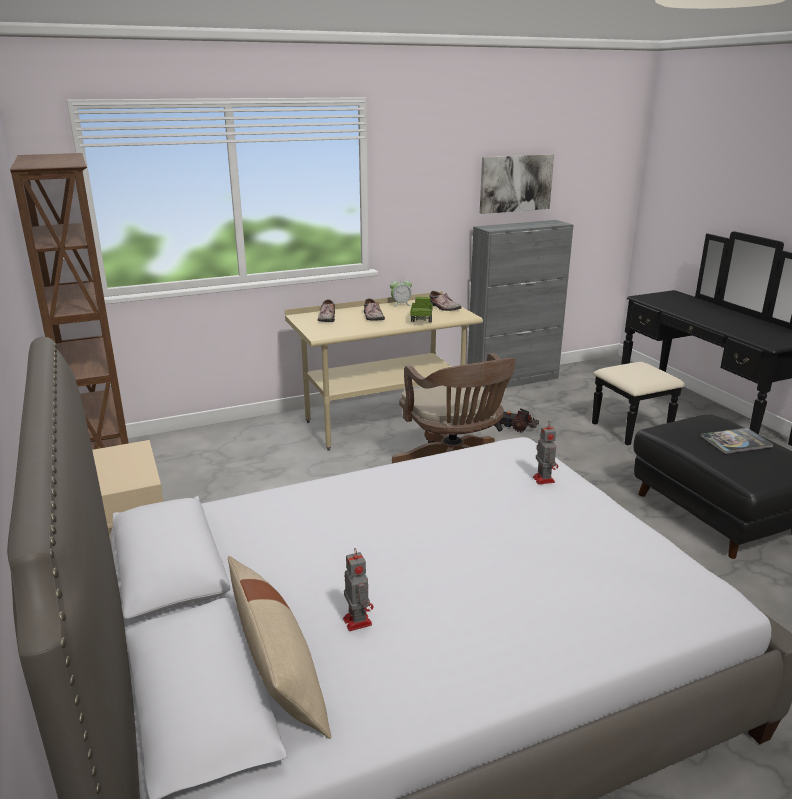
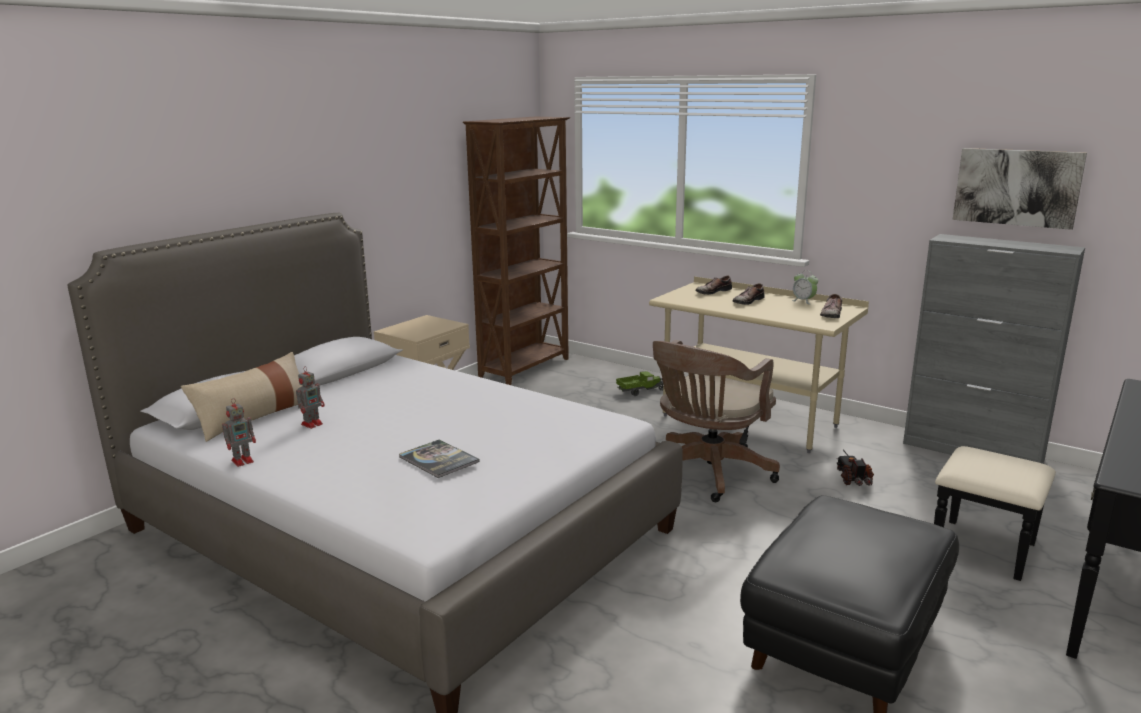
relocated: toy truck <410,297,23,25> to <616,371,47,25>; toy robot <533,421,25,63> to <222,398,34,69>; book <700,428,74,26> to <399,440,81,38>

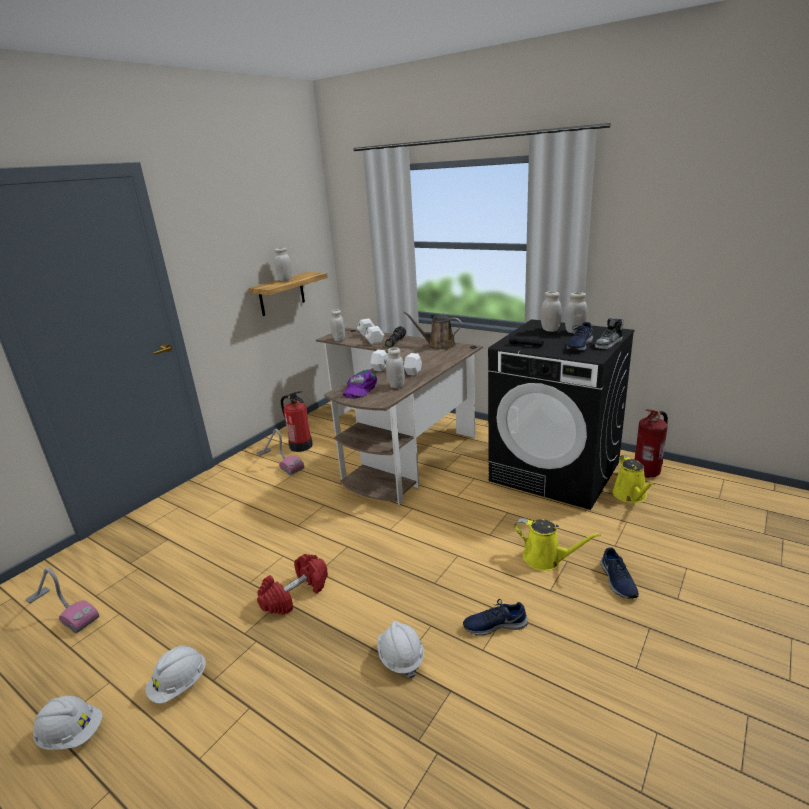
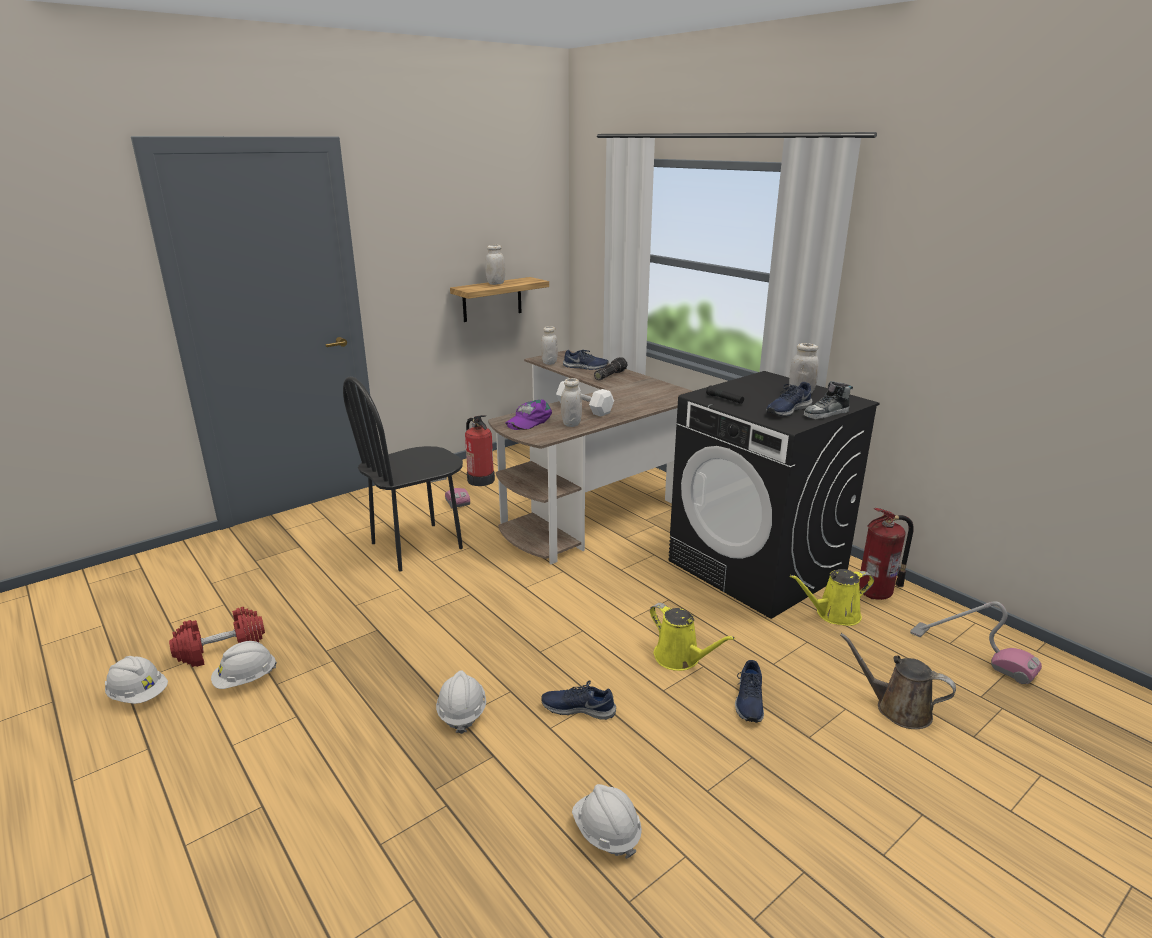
missing: jar (white) <541,291,21,41>
appeared: chair (black) <343,376,120,196>; hard hat (white) <572,784,70,75>
relocated: watering can (brown) <403,312,59,38> to <840,633,116,96>; dumbbell (red) <257,554,71,61> to <169,607,96,60>; vacuum cleaner <25,567,74,66> to <910,601,132,83>
exchanged: dumbbell (white) <357,319,27,26> to shoe (blue) <563,350,45,20>
spun: watering can (yellow) <612,455,43,48> = <790,569,84,57> 60 degrees clockwise

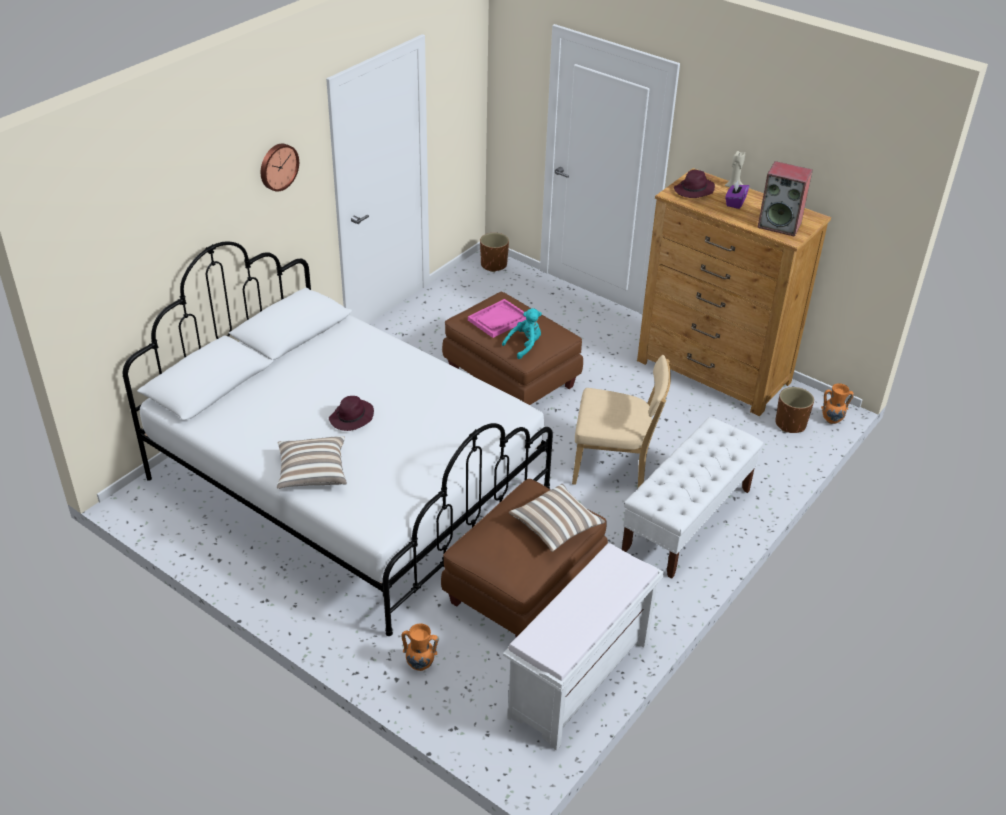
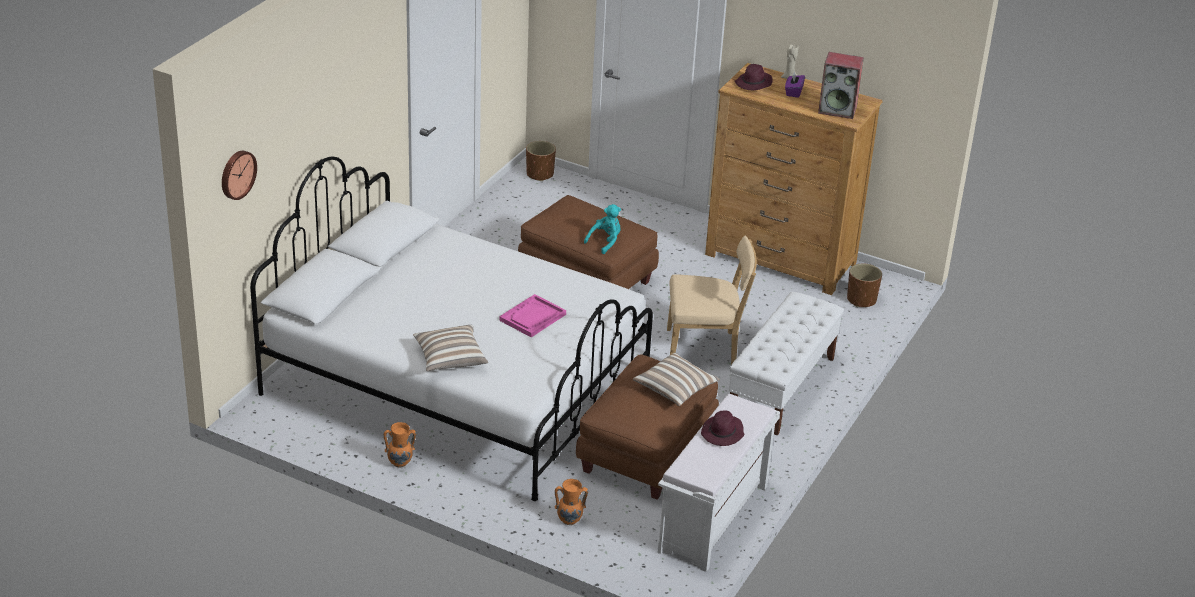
relocated: wall clock <261,144,38,47> to <222,151,35,49>; tray (pink) <468,299,59,39> to <499,294,67,43>; vase (orange) <821,383,33,41> to <384,422,32,45>; hat (purple) <329,396,45,35> to <701,410,43,36>

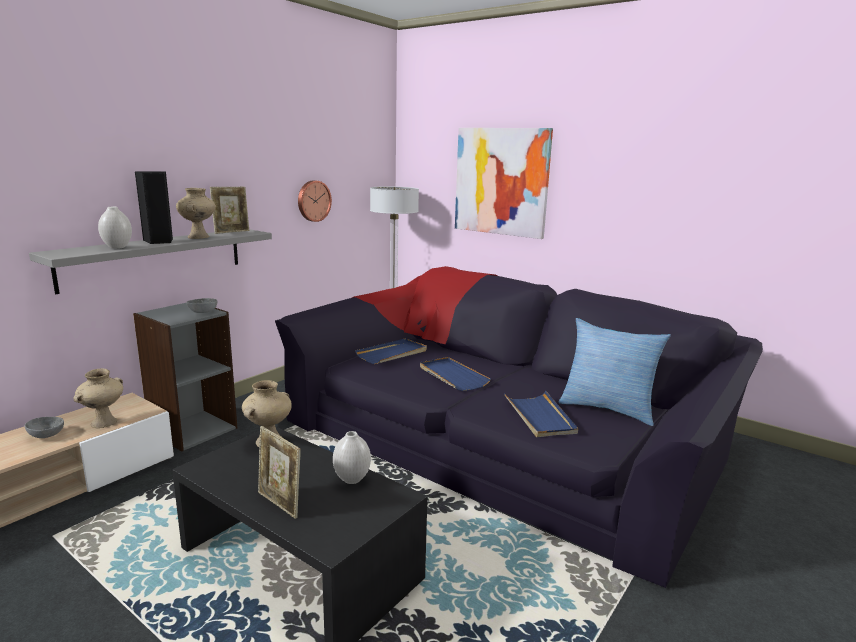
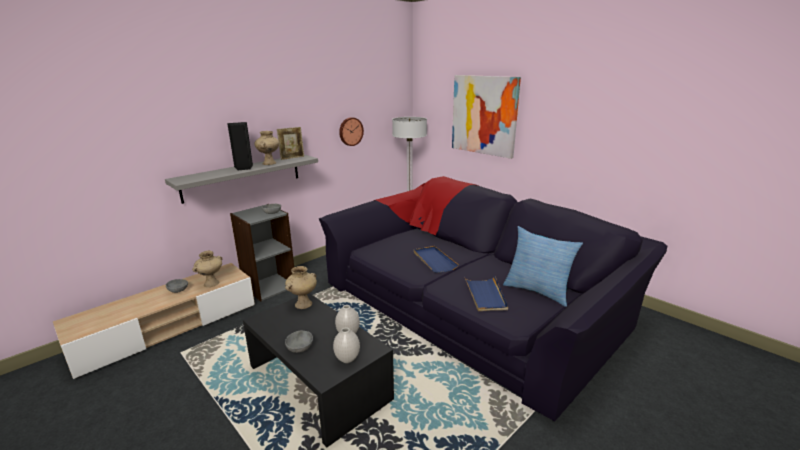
missing: tray (blue) <355,338,72,26>
relocated: vase (white) <98,207,34,42> to <333,328,27,35>
exchanged: picture frame <258,426,43,93> to bowl (grey) <285,331,28,22>

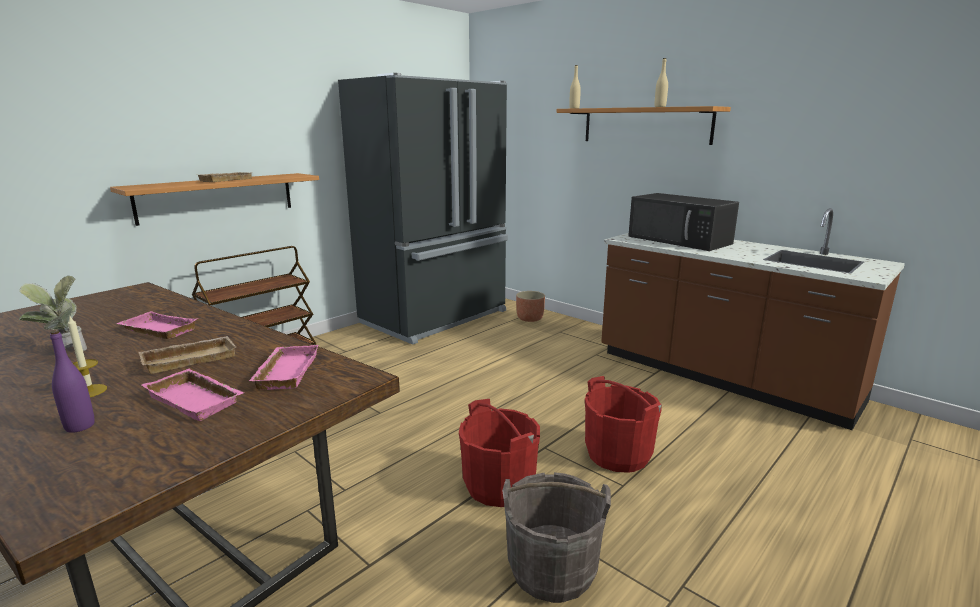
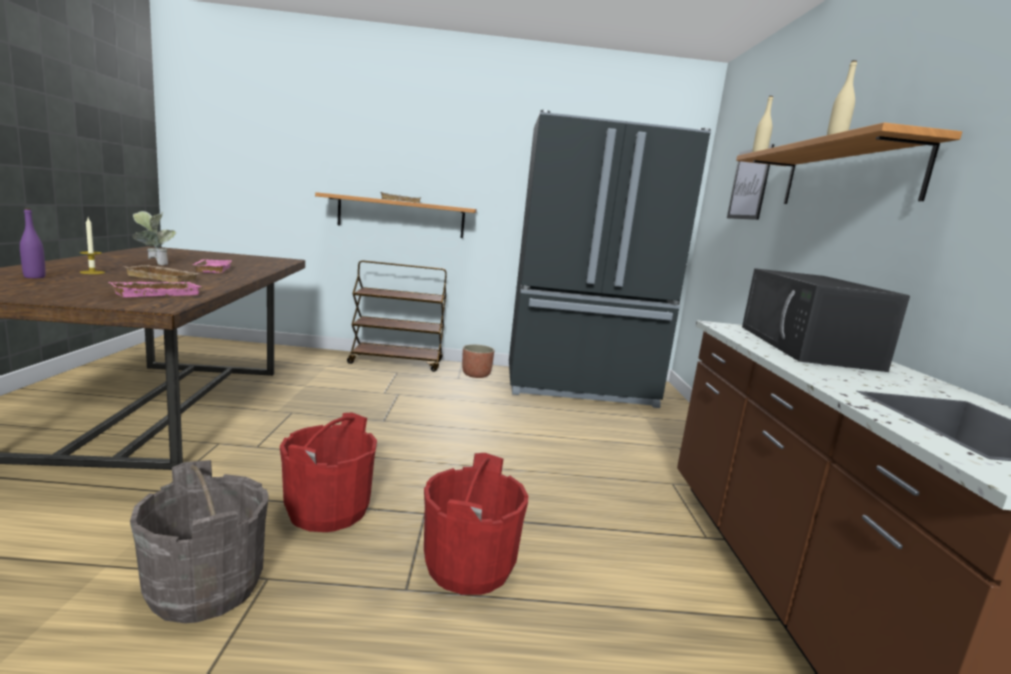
missing: tray (pink) <142,369,103,52>
appeared: picture <727,144,47,76>
relocated: planter <516,291,29,31> to <462,344,33,34>

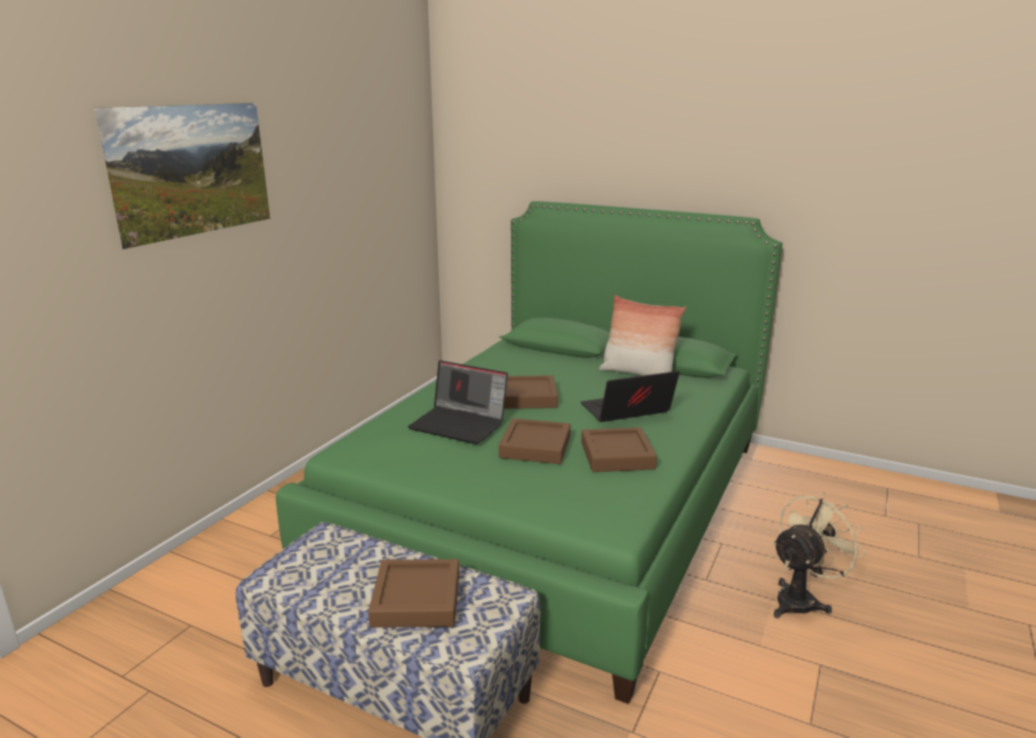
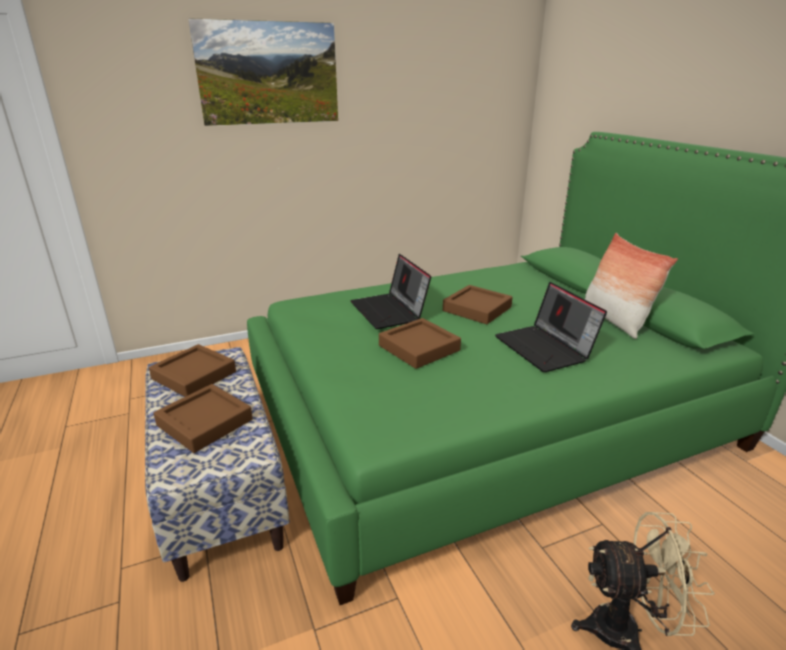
relocated: tray (brown) <581,427,76,45> to <149,344,87,53>
spun: laptop <581,371,98,51> = <495,282,112,90> 135 degrees counterclockwise

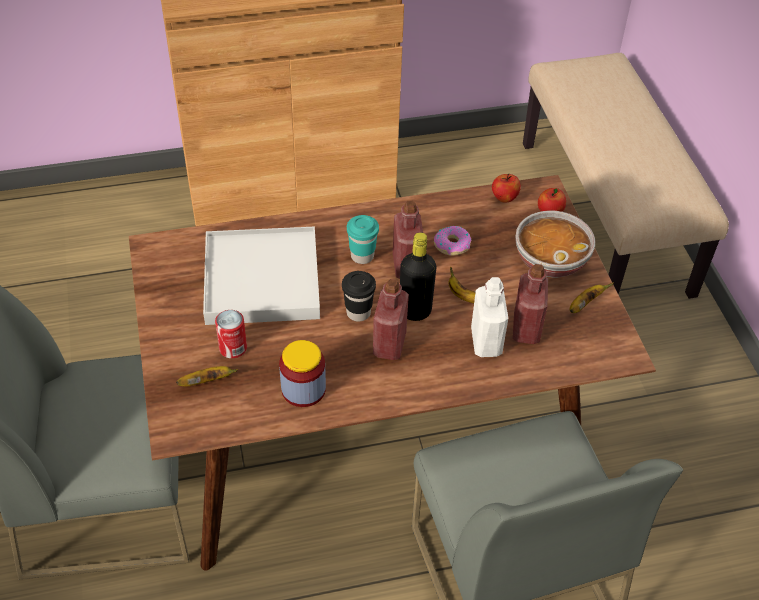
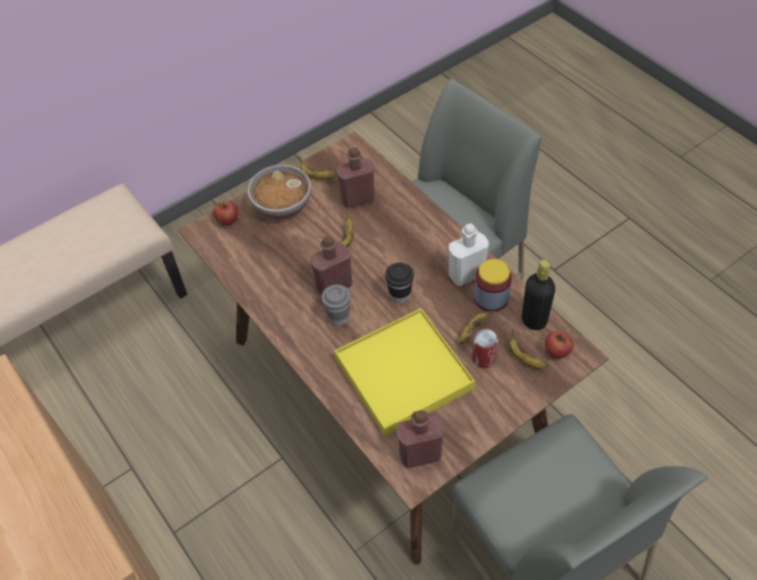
missing: donut <434,226,37,30>
appeared: banana <459,310,35,34>
relocated: apple <492,174,29,29> to <545,331,28,28>; bottle (black) <400,232,37,89> to <522,260,33,70>; bottle (white) <471,277,37,80> to <449,224,40,62>; bottle (red) <373,279,36,81> to <396,410,48,58>
colour: cup (turquoise) <347,215,32,49> to cup (grey) <322,284,29,42>; tray (white) <203,227,117,98> to tray (yellow) <335,308,140,128>

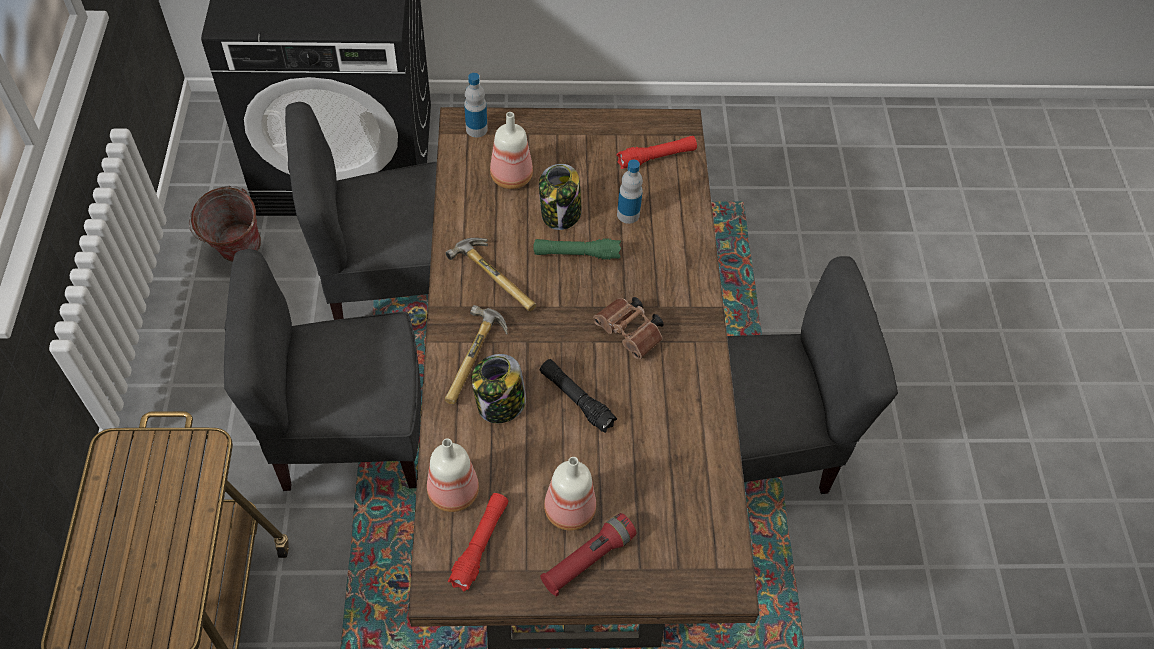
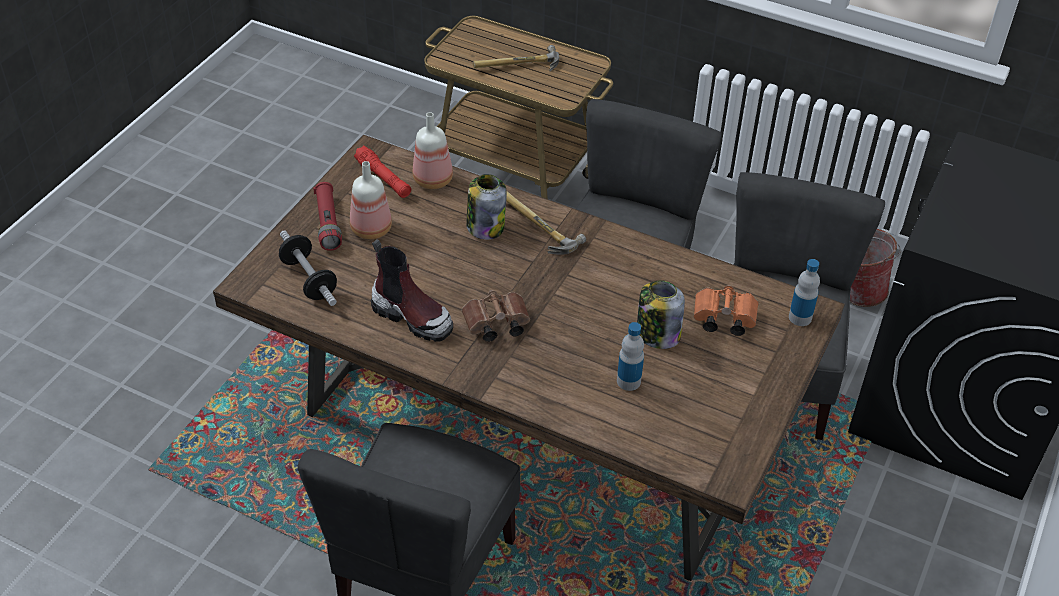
missing: flashlight (red) <617,136,80,33>; flashlight (green) <533,238,88,22>; flashlight (black) <540,359,77,74>
appeared: dumbbell <279,230,58,76>; boot <371,240,82,102>
relocated: hammer <446,238,90,73> to <473,45,86,26>
exchanged: bottle <490,112,43,77> to binoculars (orange) <694,285,64,51>

